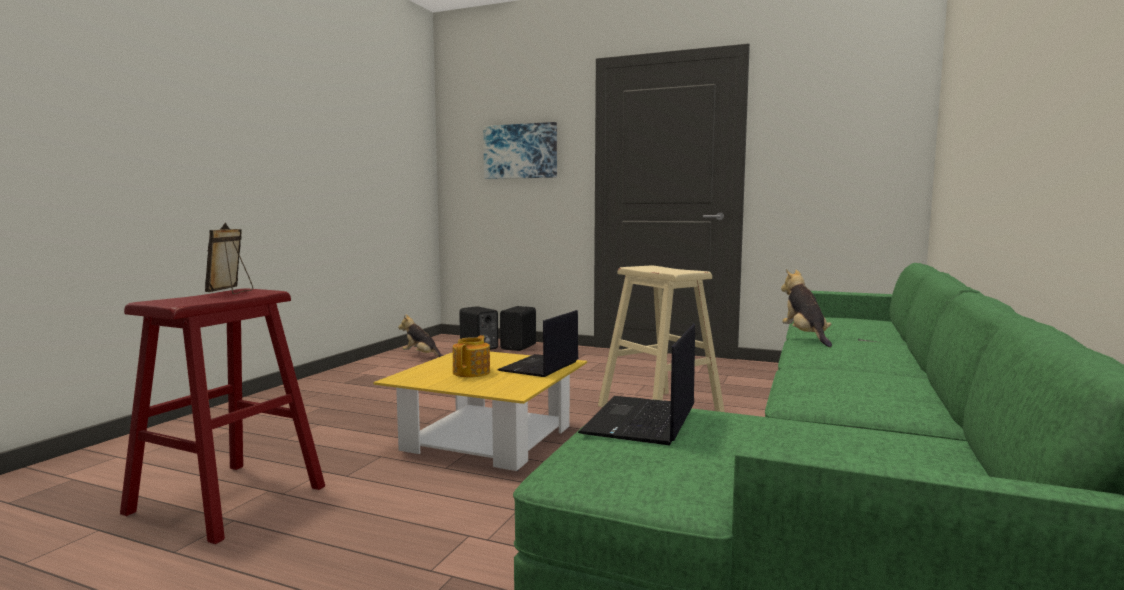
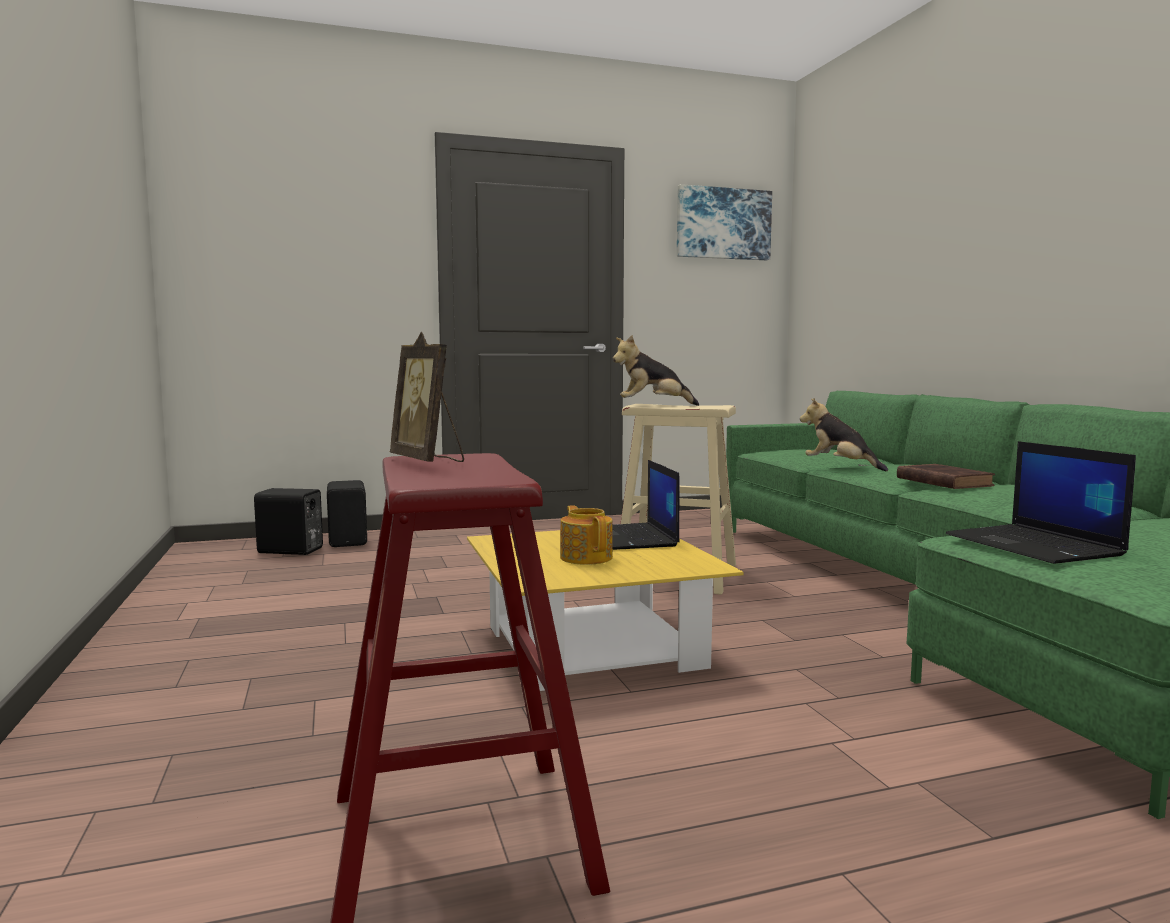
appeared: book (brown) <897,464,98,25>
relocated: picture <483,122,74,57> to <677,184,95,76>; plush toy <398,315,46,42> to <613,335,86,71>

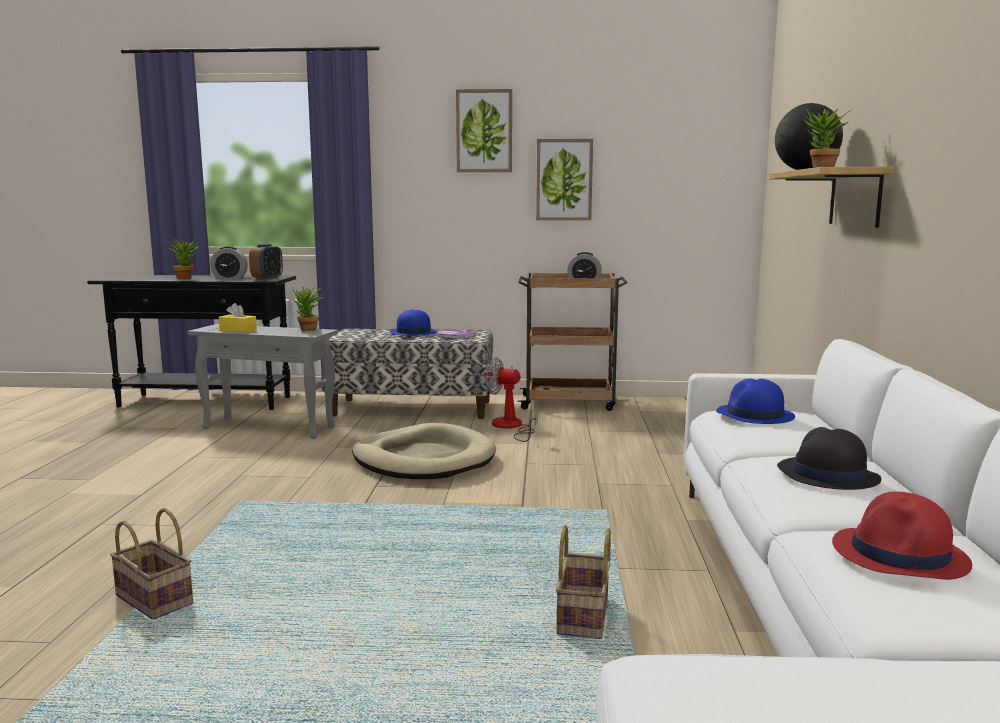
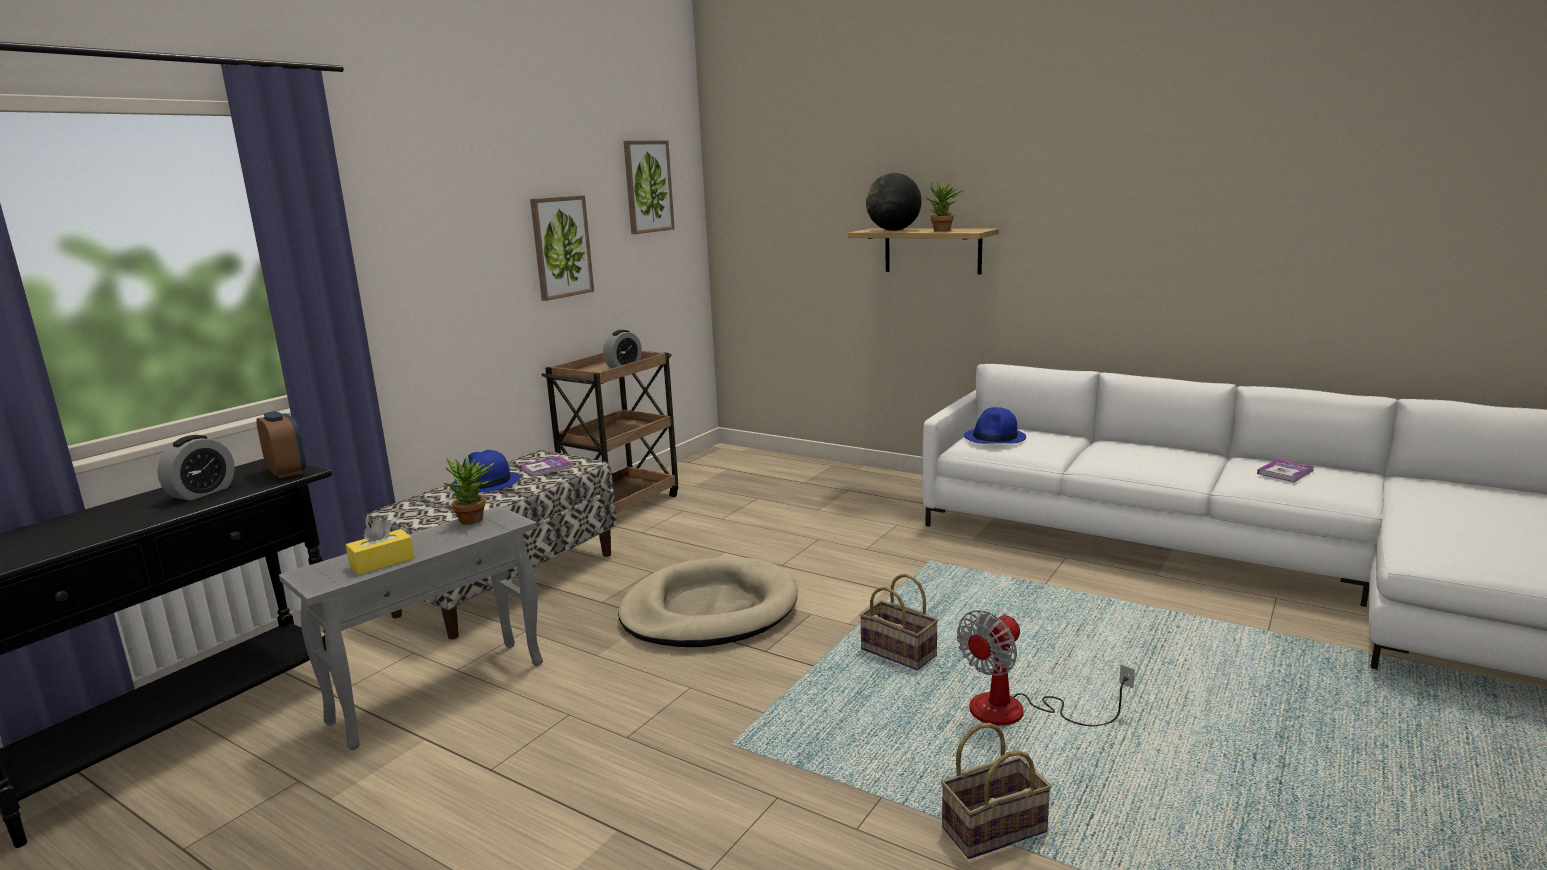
missing: potted plant <167,239,32,40>; hat (black) <777,427,104,63>
relocated: picture <456,89,56,83> to <624,141,51,93>; fan <486,357,52,85> to <957,610,178,116>; basket <556,525,55,114> to <859,574,79,96>
exchanged: hat (red) <832,491,140,89> to book <1257,459,57,23>

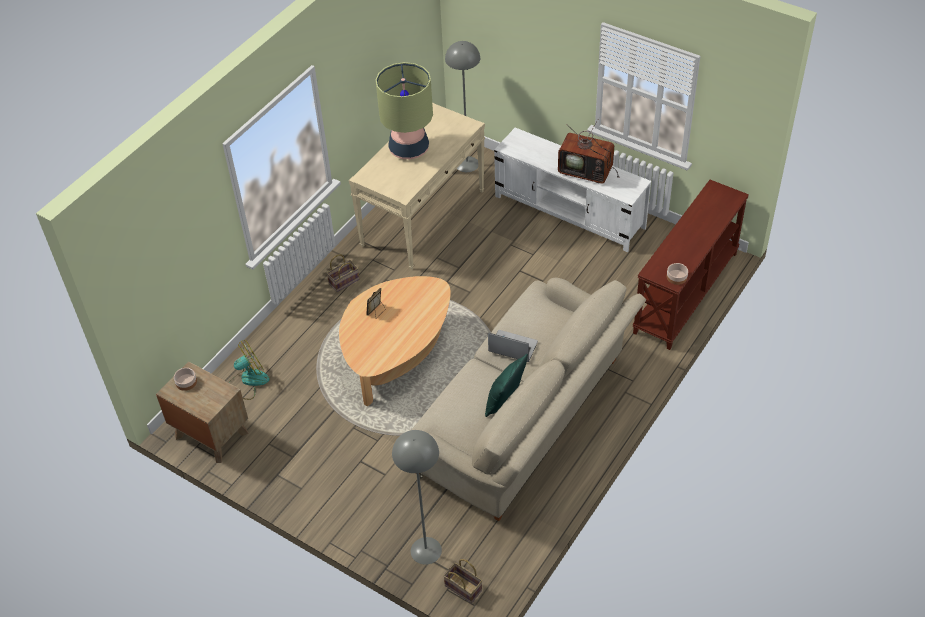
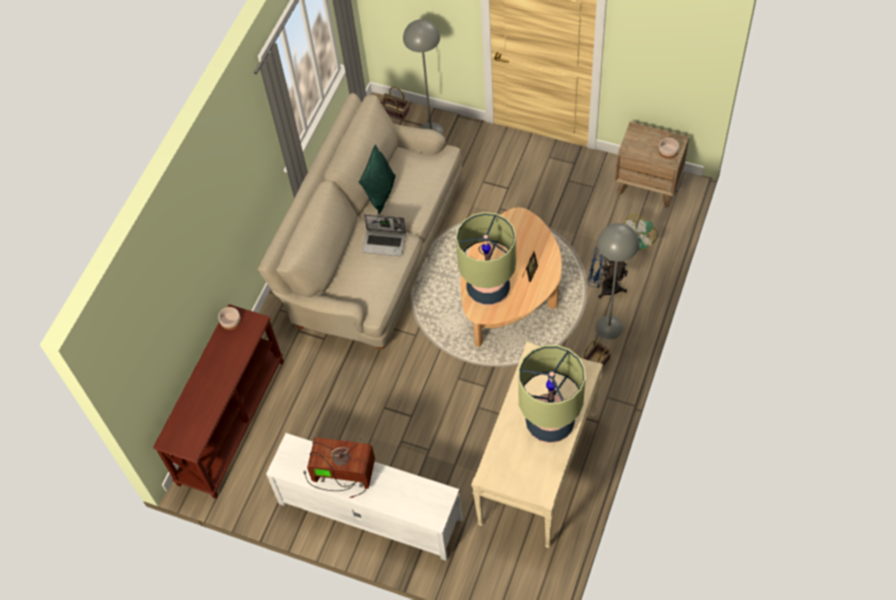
appeared: table lamp <456,212,60,93>; fan (blue) <588,246,40,53>
relocated: floor lamp (grey) <445,41,35,131> to <595,223,44,117>

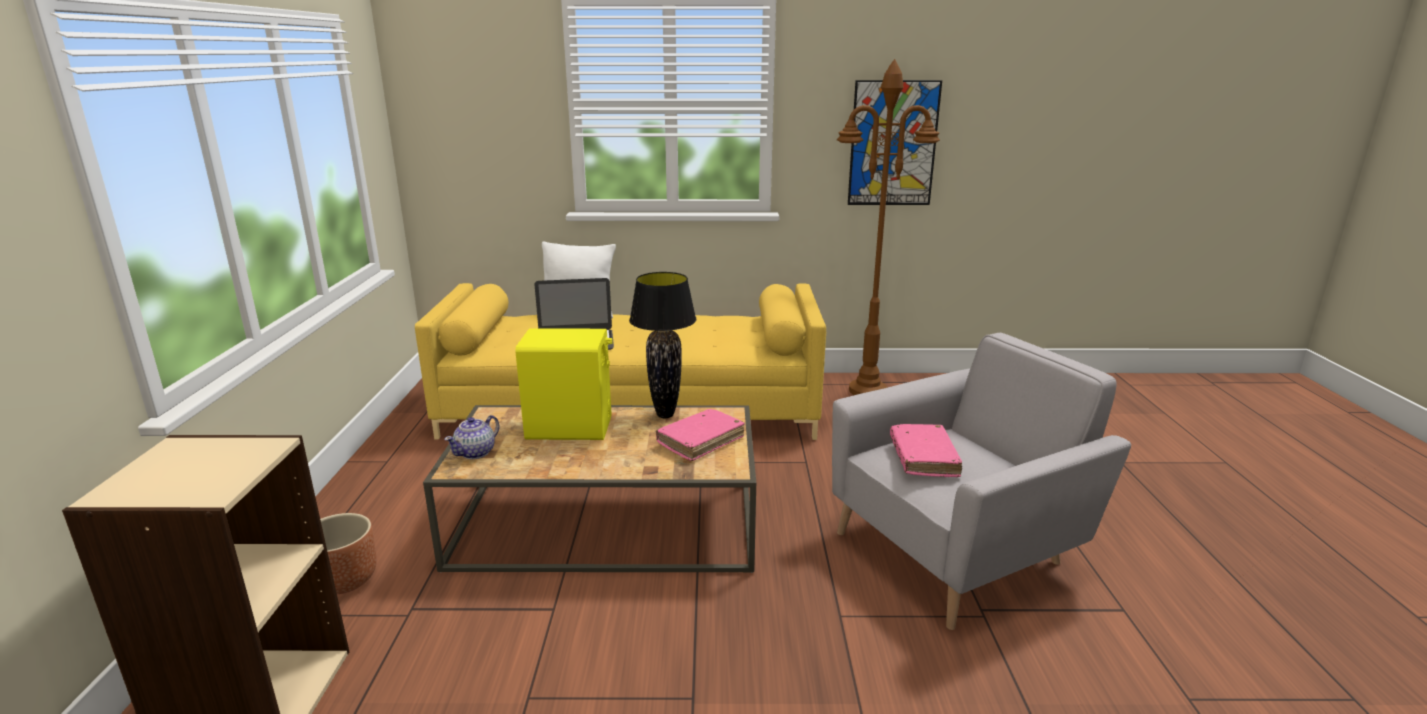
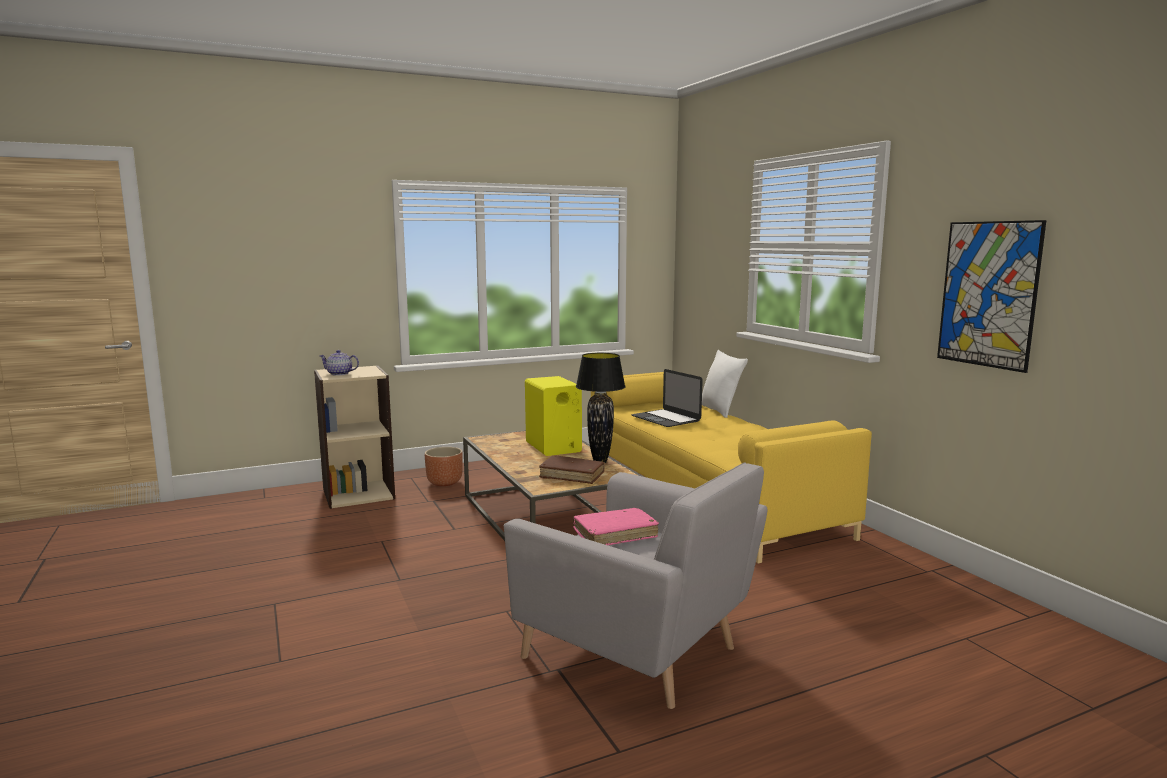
missing: floor lamp (brown) <837,59,103,336>
relocated: teapot <444,415,56,44> to <320,350,39,26>
colour: book (pink) <656,409,89,52> to book (brown) <539,455,66,29>

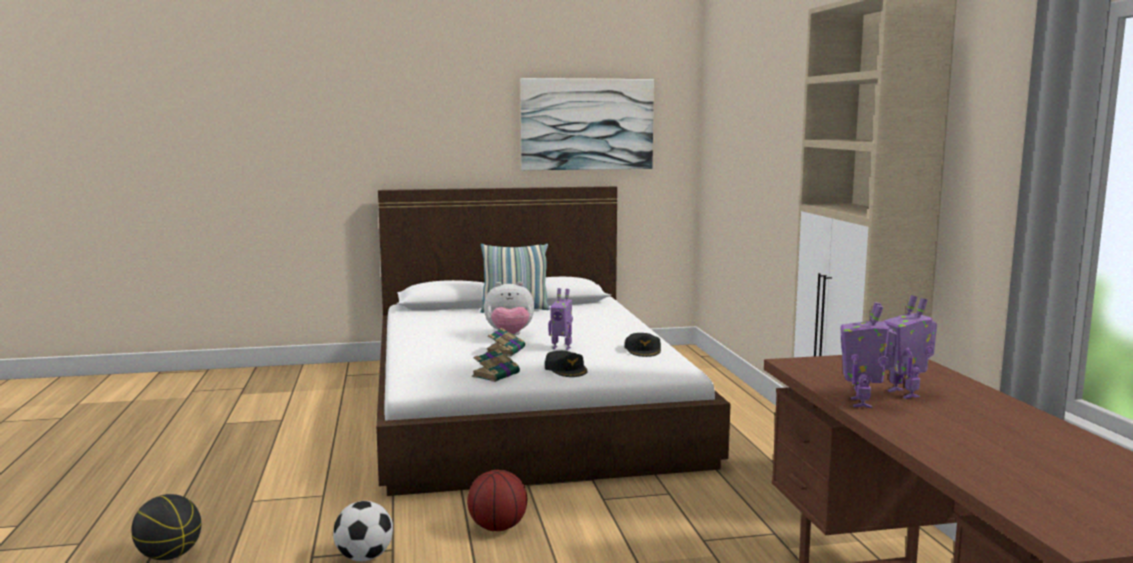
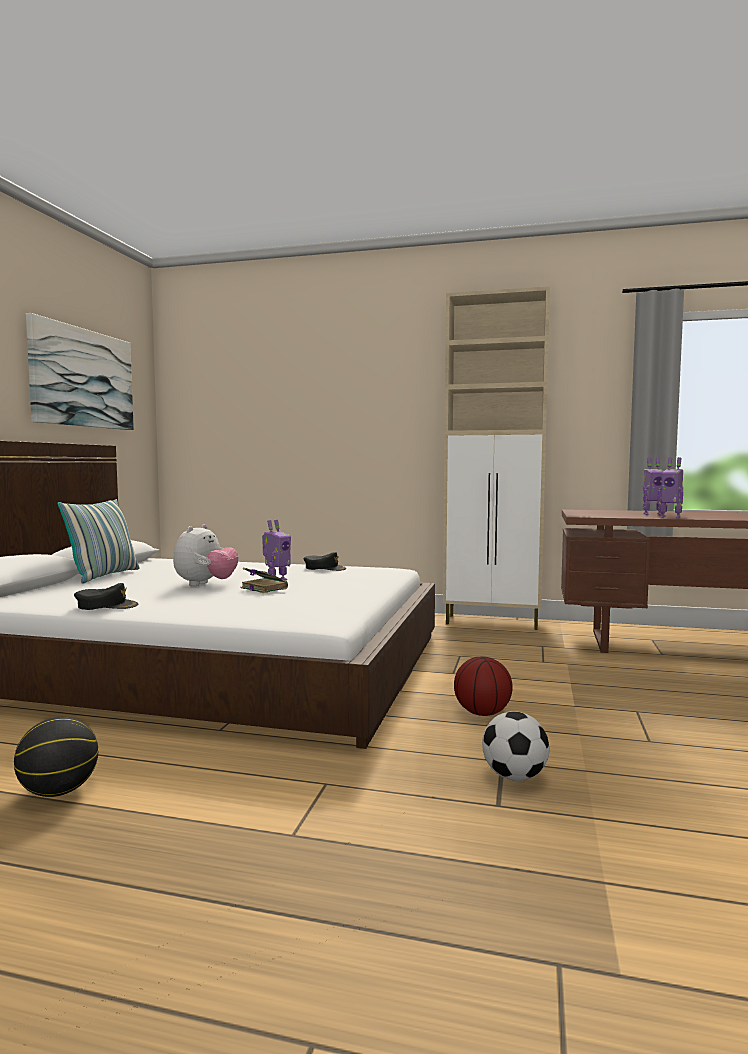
missing: book <472,349,48,33>
relocated: cap (black) <545,351,43,26> to <74,583,64,27>; basketball <131,494,70,66> to <14,717,84,80>

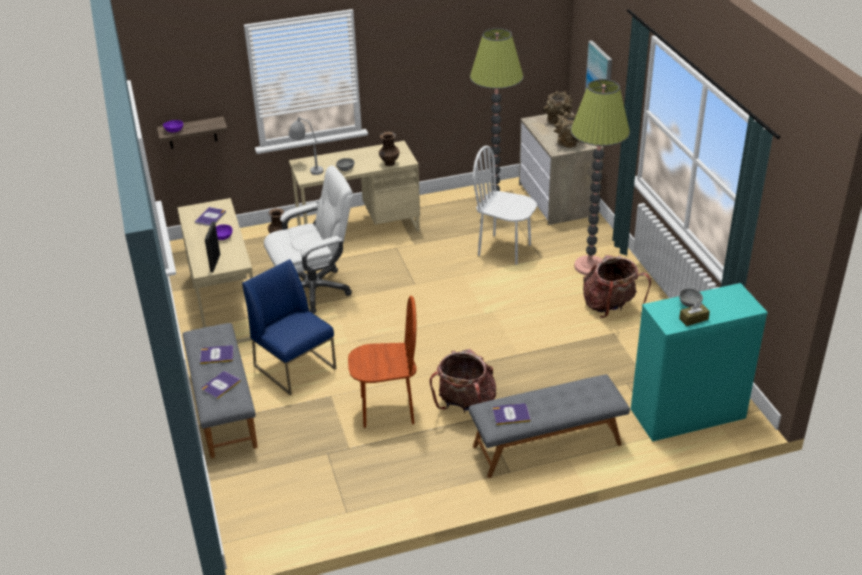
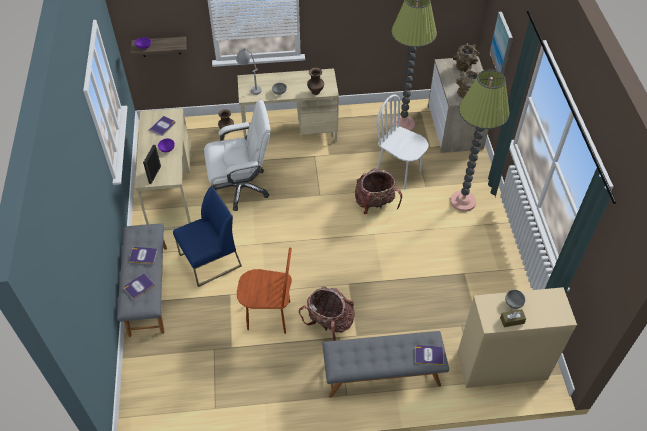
relocated: backpack <583,255,68,63> to <355,168,47,46>; book <493,403,38,22> to <415,345,29,20>
colour: dresser (turquoise) <631,283,137,159> to dresser (beige) <457,287,120,101>
spun: chair (blue) <242,259,94,136> = <173,186,69,101> 90 degrees clockwise

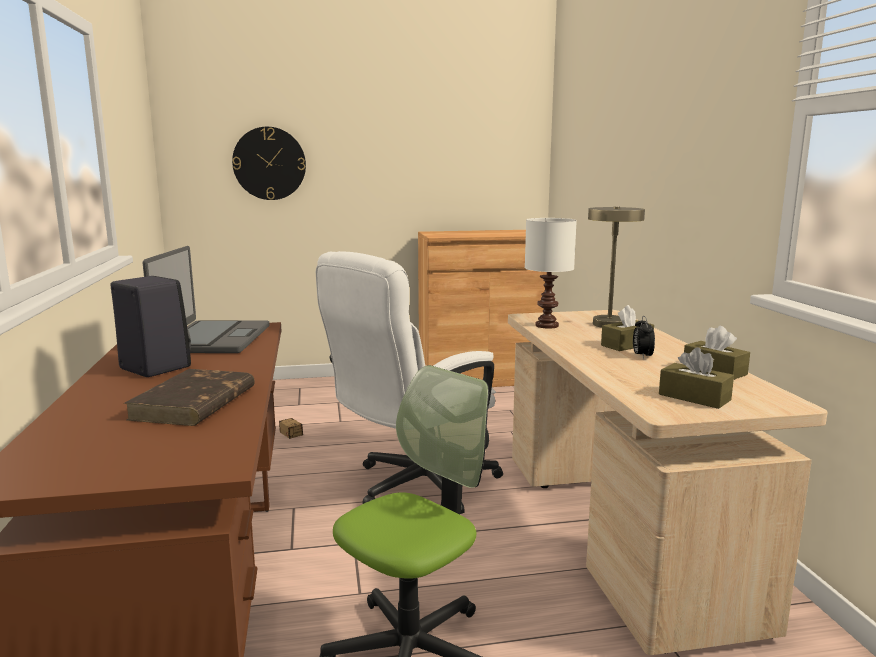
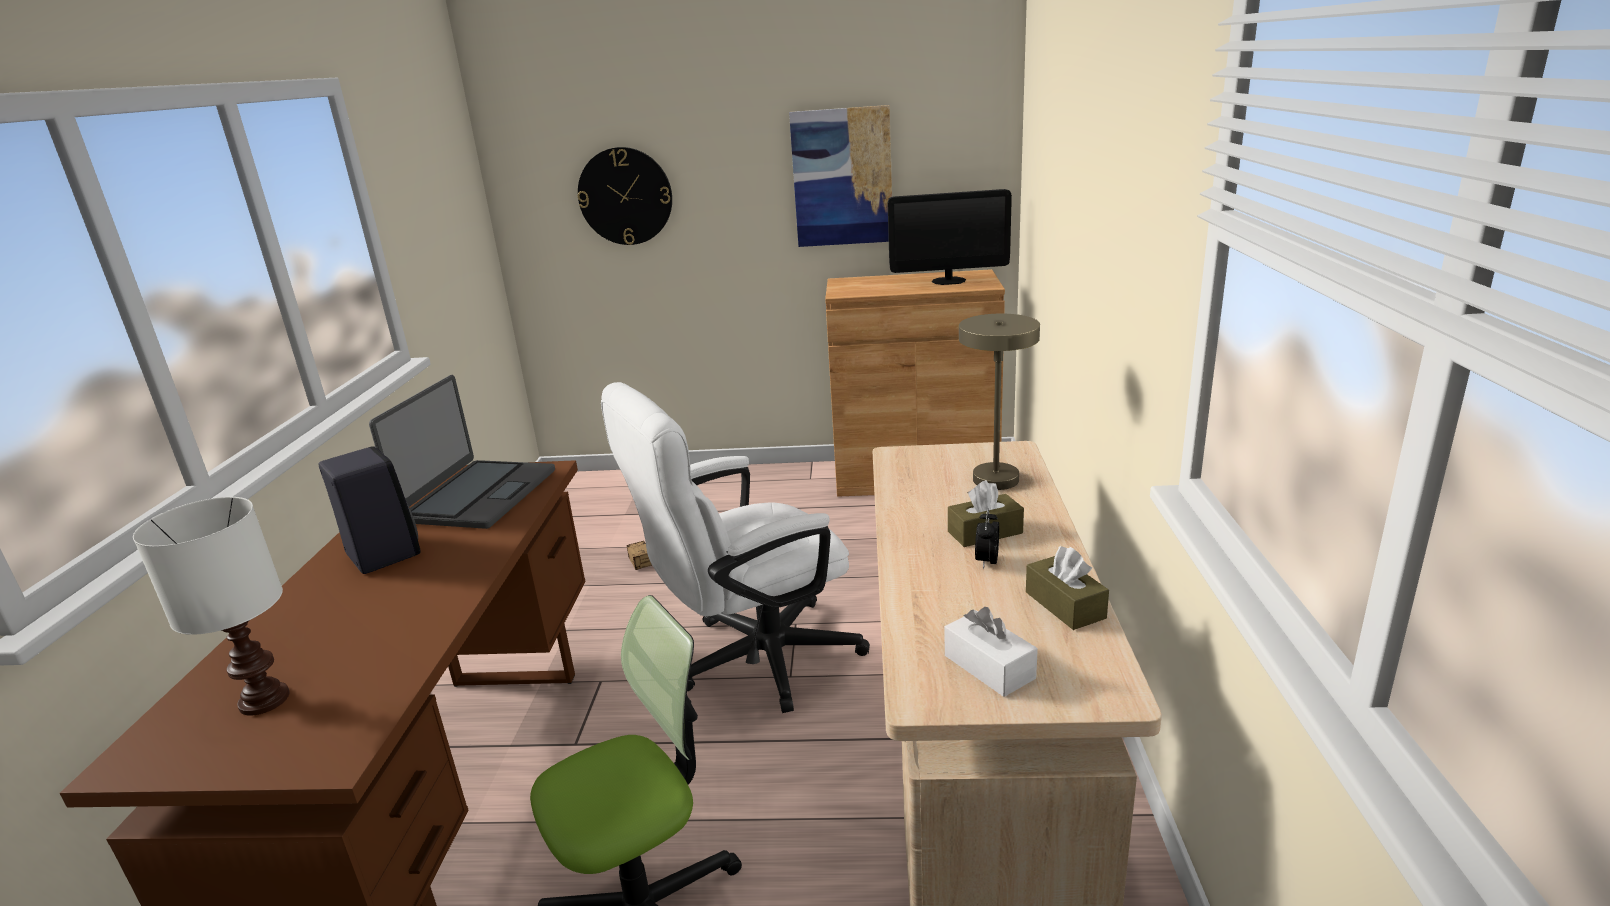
missing: book (brown) <124,369,131,57>
appeared: picture <789,105,103,142>; monitor <887,189,125,96>
relocated: table lamp (white) <525,218,52,111> to <133,497,157,219>
colour: tissue box (brown) <659,347,75,62> to tissue box (white) <945,607,93,90>

